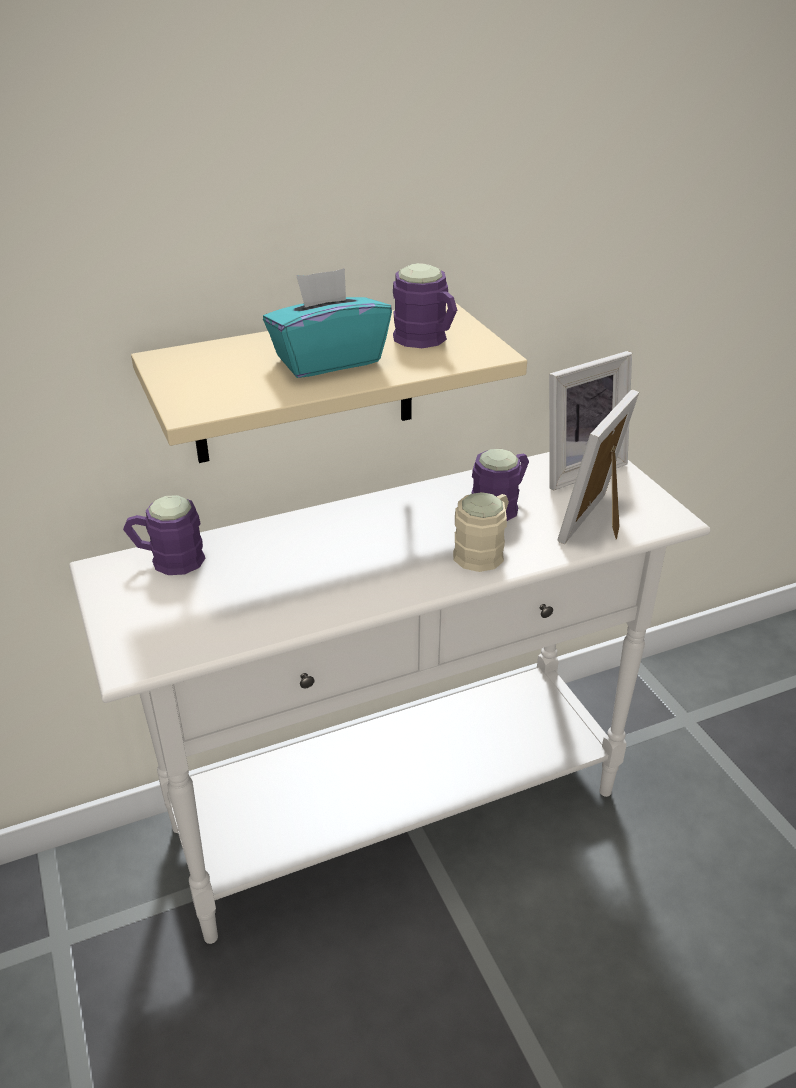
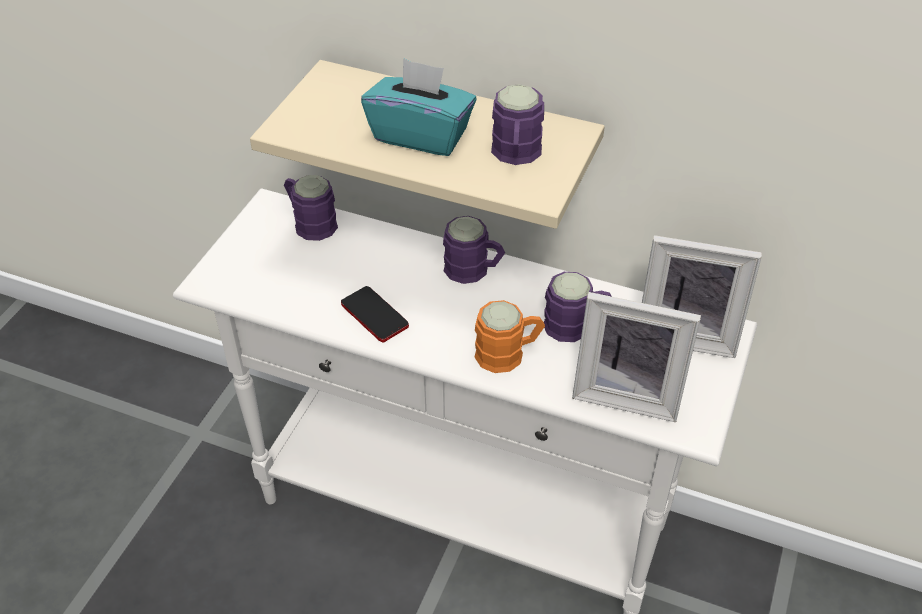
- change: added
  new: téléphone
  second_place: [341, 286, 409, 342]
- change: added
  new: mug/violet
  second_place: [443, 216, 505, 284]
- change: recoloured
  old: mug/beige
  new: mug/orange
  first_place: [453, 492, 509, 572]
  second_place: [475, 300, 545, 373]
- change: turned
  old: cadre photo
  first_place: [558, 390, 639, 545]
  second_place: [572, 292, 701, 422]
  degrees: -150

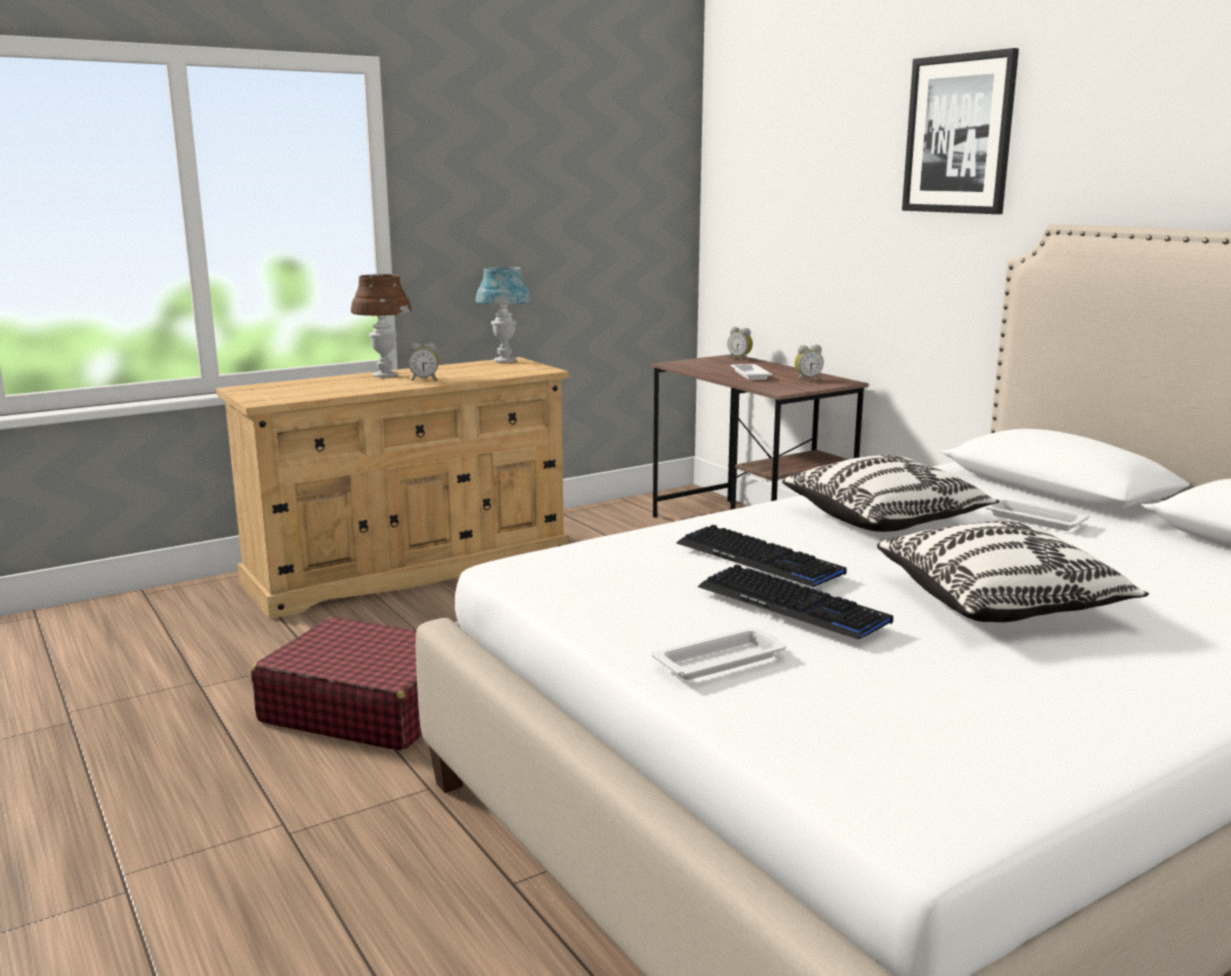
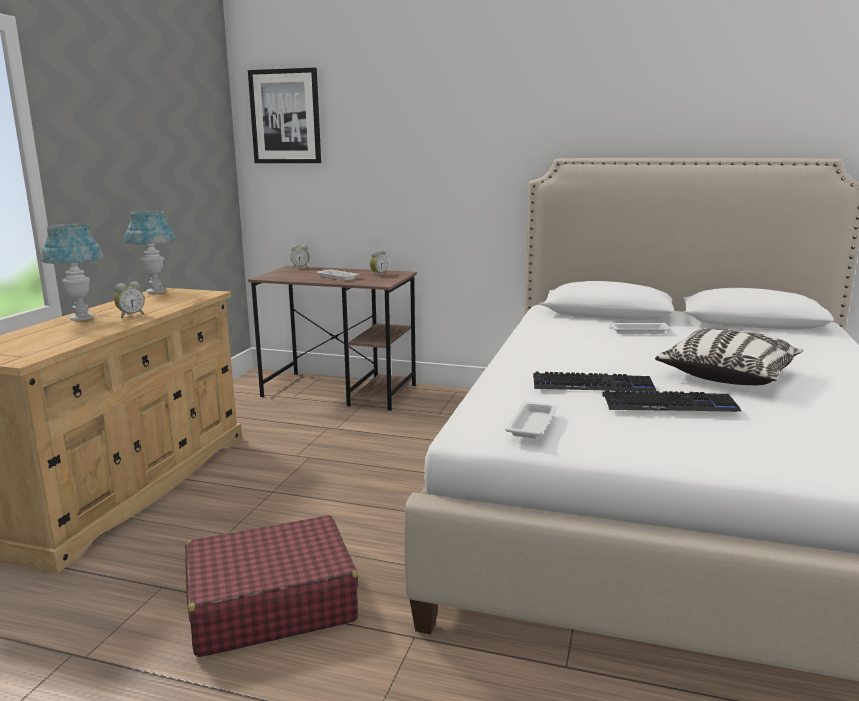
- change: recoloured
  old: lampe de table/marron
  new: lampe de table/bleu
  first_place: [351, 274, 412, 378]
  second_place: [41, 224, 103, 321]
- change: moved
  old: tableau
  first_place: [902, 48, 1019, 214]
  second_place: [248, 67, 321, 163]
- change: moved
  old: plateau/blanc
  first_place: [652, 627, 786, 680]
  second_place: [505, 402, 557, 439]
- change: removed
  old: coussin
  first_place: [782, 454, 999, 532]

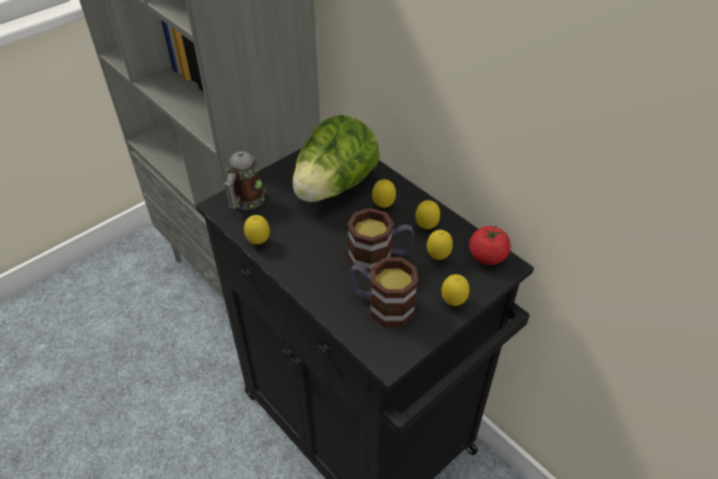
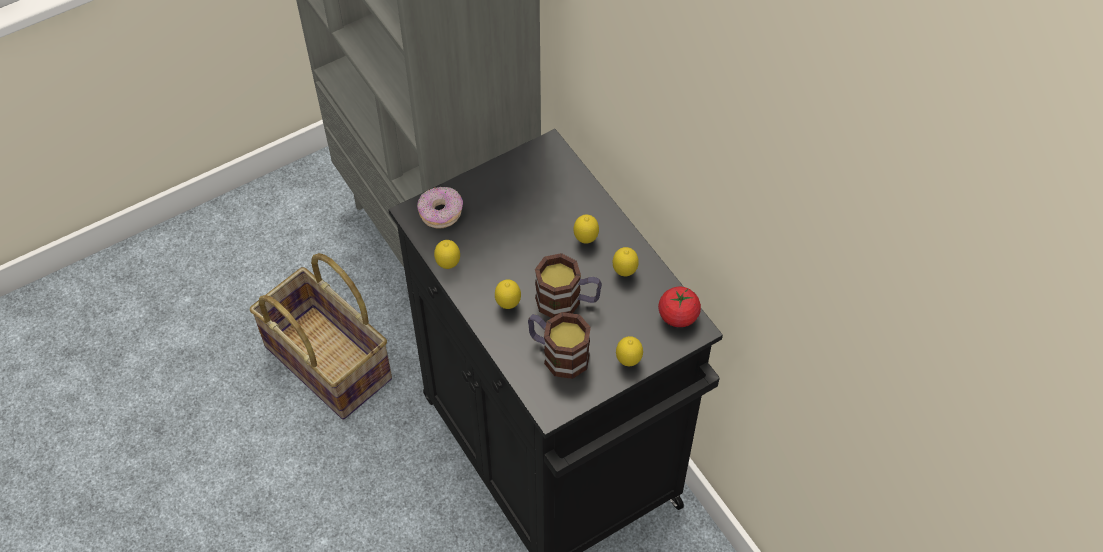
- change: added
  new: panier
  second_place: [250, 253, 392, 419]
- change: replaced
  old: mug
  new: beignet
  first_place: [224, 151, 266, 210]
  second_place: [417, 187, 463, 229]
- change: moved
  old: citron
  first_place: [427, 230, 453, 260]
  second_place: [495, 279, 521, 309]
- change: removed
  old: laitue
  first_place: [292, 115, 380, 202]

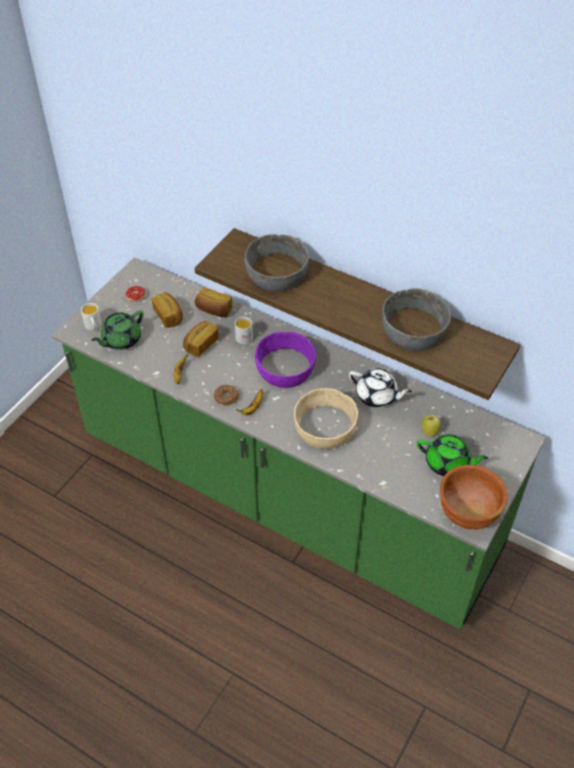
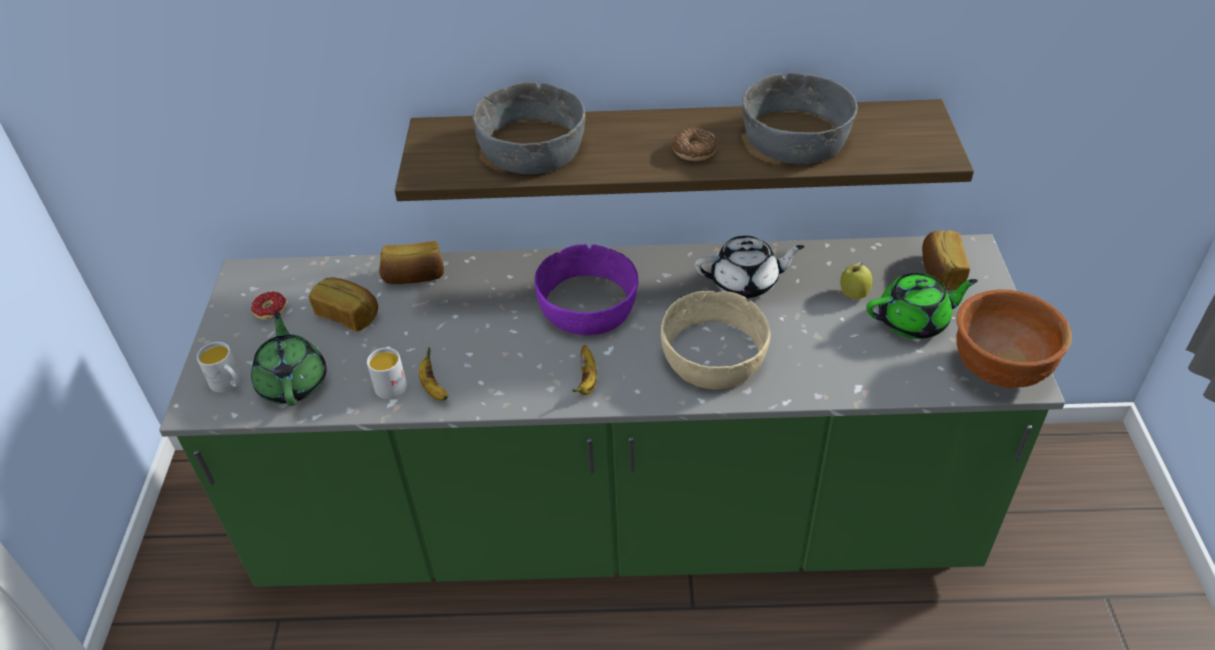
- change: turned
  old: théière/vert
  first_place: [92, 311, 144, 350]
  second_place: [251, 312, 327, 406]
  degrees: 150
- change: moved
  old: mug/blanc
  first_place: [235, 317, 253, 344]
  second_place: [367, 347, 407, 399]
- change: moved
  old: beignet
  first_place: [214, 385, 239, 406]
  second_place: [672, 128, 718, 161]
- change: moved
  old: pain
  first_place: [183, 321, 219, 357]
  second_place: [922, 230, 970, 290]

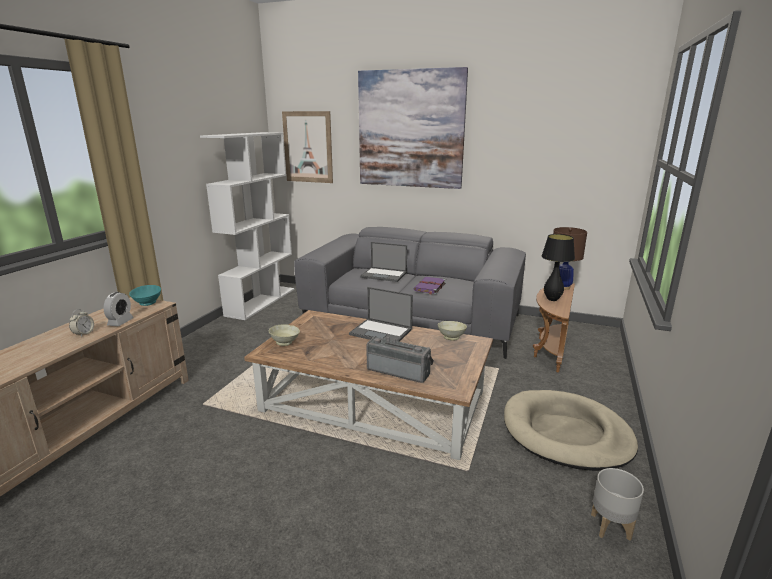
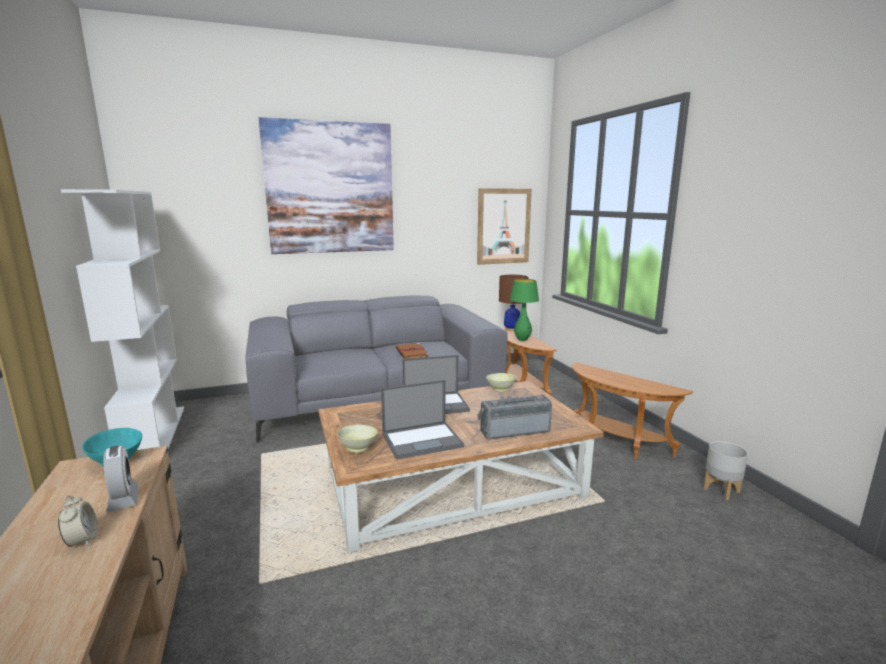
- change: moved
  old: ordinateur portable
  first_place: [360, 242, 407, 282]
  second_place: [381, 380, 464, 460]
- change: recoloured
  old: livre/violet
  new: livre/marron
  first_place: [413, 277, 446, 295]
  second_place: [396, 343, 429, 359]
- change: moved
  old: tableau
  first_place: [282, 111, 333, 183]
  second_place: [477, 188, 532, 265]
- change: recoloured
  old: lampe de table/noir
  new: lampe de table/vert
  first_place: [541, 234, 575, 301]
  second_place: [510, 279, 539, 341]
- change: replaced
  old: panier pour chien/beige
  new: table d'appoint/marron
  first_place: [504, 390, 638, 471]
  second_place: [572, 362, 693, 459]

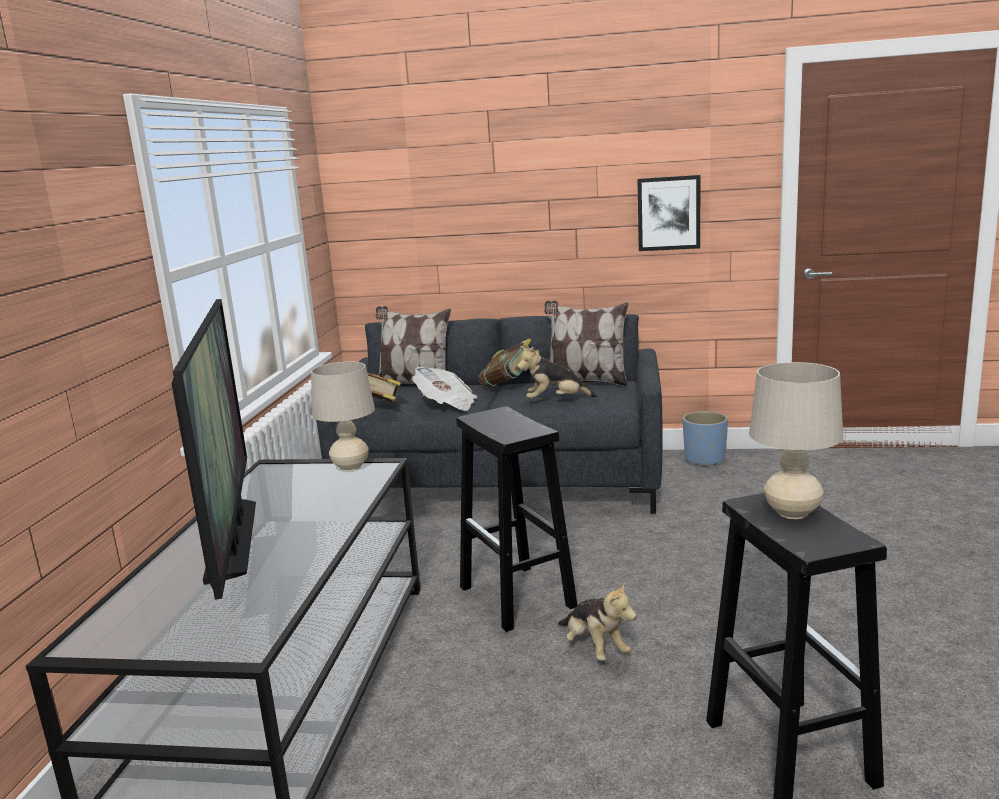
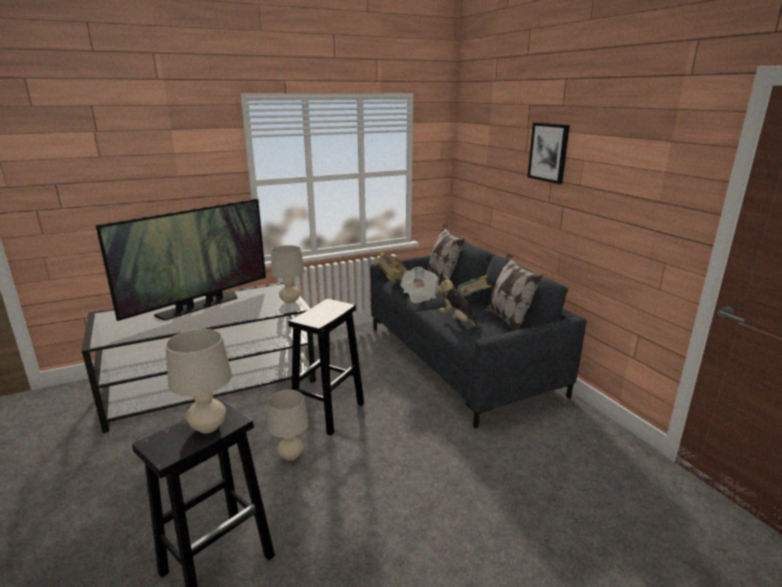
- change: replaced
  old: peluche
  new: lampe de table/beige
  first_place: [558, 581, 637, 661]
  second_place: [267, 390, 309, 461]
- change: moved
  old: tableau
  first_place: [637, 175, 700, 251]
  second_place: [528, 122, 570, 184]
- change: removed
  old: cache-pot/bleu
  first_place: [683, 411, 728, 465]

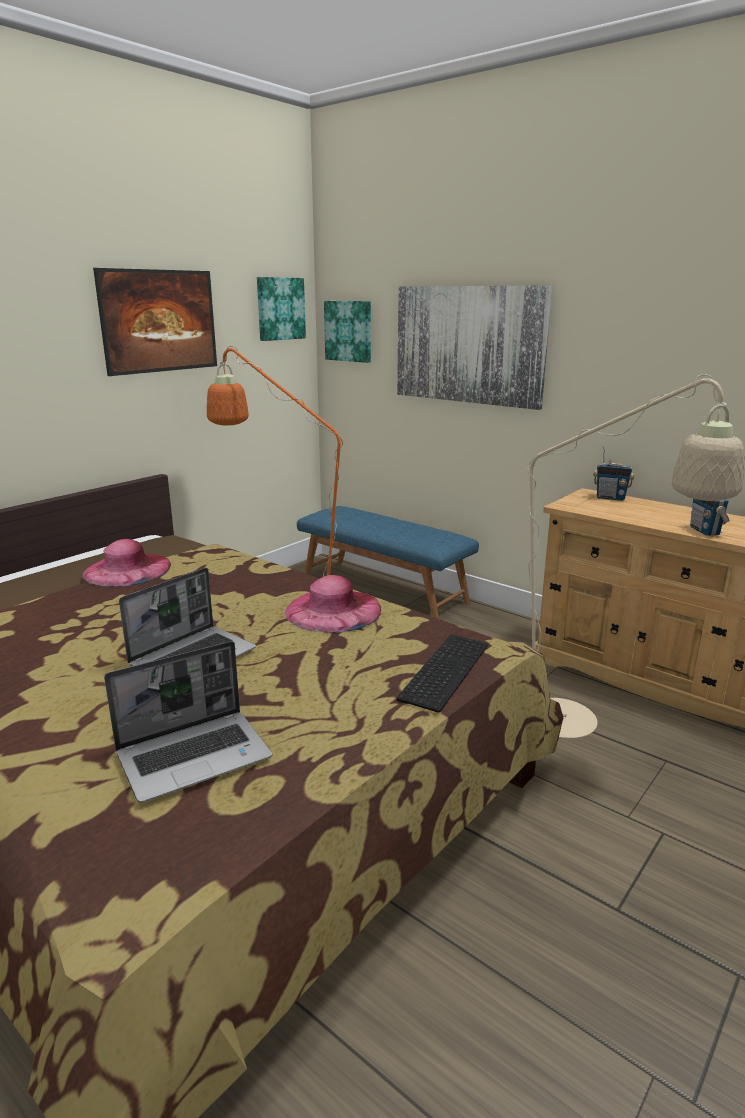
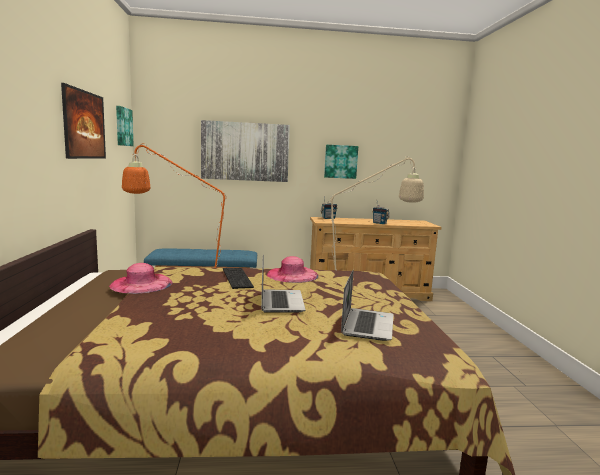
- change: moved
  old: clavier
  first_place: [396, 634, 488, 713]
  second_place: [223, 268, 254, 289]
- change: moved
  old: tableau
  first_place: [324, 301, 371, 363]
  second_place: [324, 145, 358, 179]

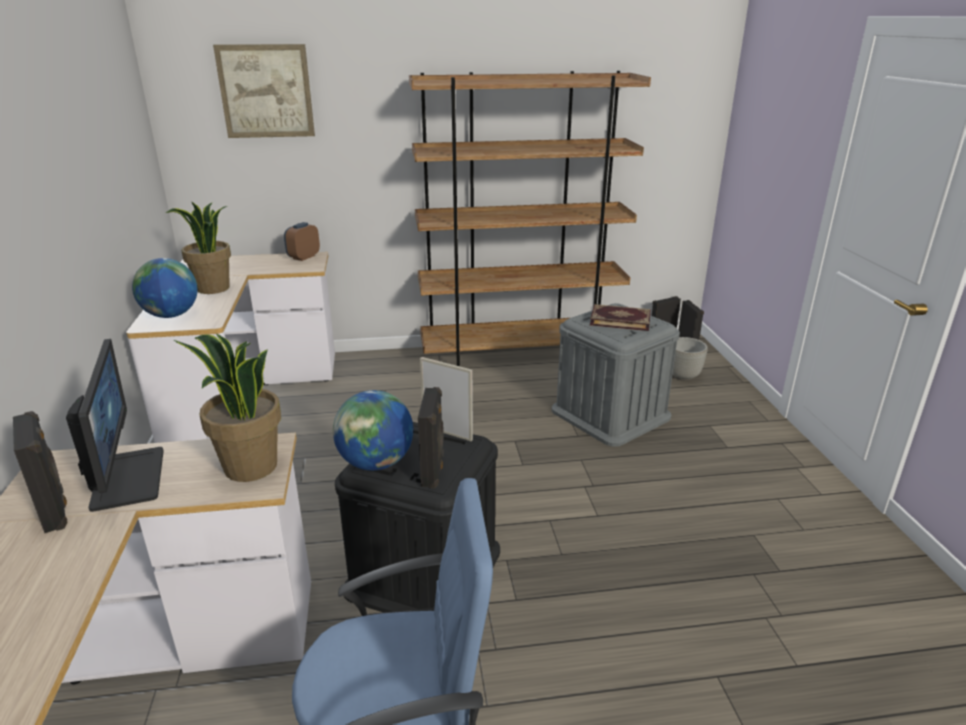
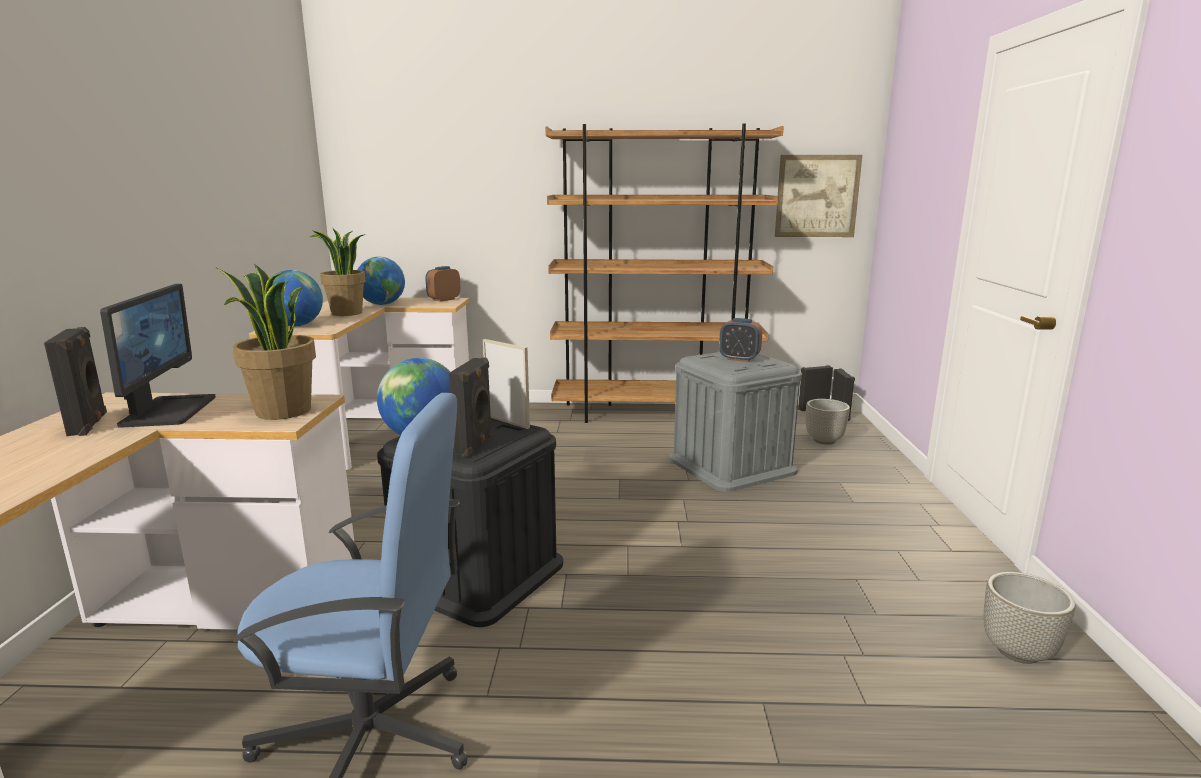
- change: added
  new: globe
  second_place: [358, 257, 405, 305]
- change: replaced
  old: livre
  new: réveil
  first_place: [590, 304, 651, 331]
  second_place: [719, 318, 762, 362]
- change: moved
  old: tableau
  first_place: [213, 44, 315, 138]
  second_place: [775, 155, 862, 237]
- change: added
  new: cache-pot/gris
  second_place: [984, 572, 1075, 664]

